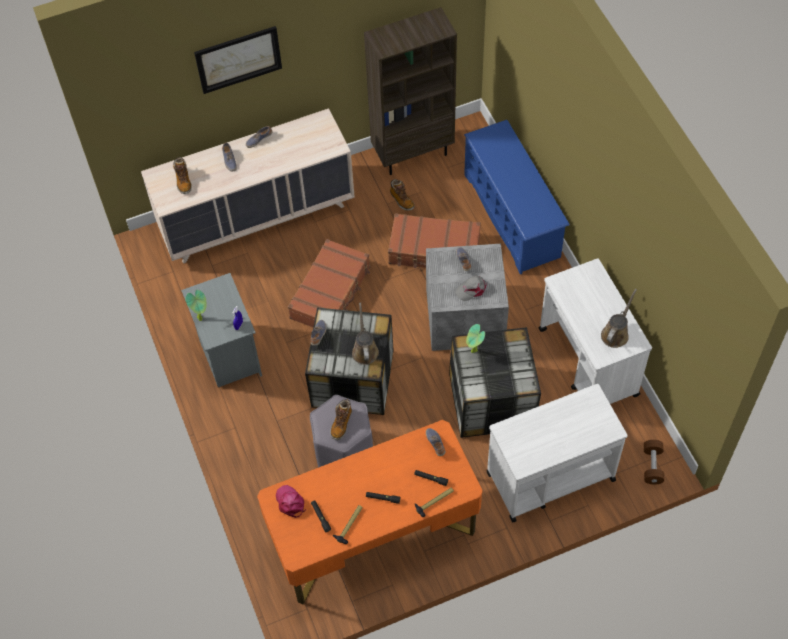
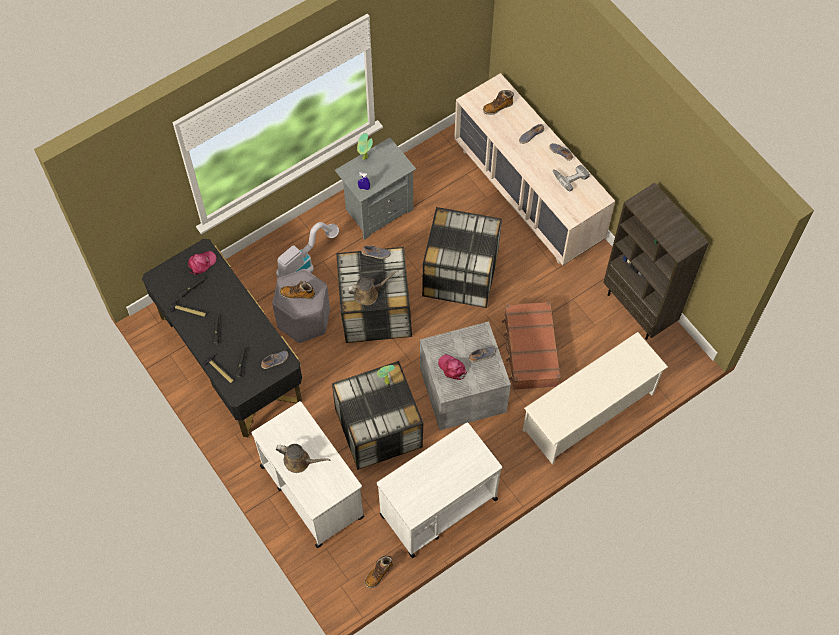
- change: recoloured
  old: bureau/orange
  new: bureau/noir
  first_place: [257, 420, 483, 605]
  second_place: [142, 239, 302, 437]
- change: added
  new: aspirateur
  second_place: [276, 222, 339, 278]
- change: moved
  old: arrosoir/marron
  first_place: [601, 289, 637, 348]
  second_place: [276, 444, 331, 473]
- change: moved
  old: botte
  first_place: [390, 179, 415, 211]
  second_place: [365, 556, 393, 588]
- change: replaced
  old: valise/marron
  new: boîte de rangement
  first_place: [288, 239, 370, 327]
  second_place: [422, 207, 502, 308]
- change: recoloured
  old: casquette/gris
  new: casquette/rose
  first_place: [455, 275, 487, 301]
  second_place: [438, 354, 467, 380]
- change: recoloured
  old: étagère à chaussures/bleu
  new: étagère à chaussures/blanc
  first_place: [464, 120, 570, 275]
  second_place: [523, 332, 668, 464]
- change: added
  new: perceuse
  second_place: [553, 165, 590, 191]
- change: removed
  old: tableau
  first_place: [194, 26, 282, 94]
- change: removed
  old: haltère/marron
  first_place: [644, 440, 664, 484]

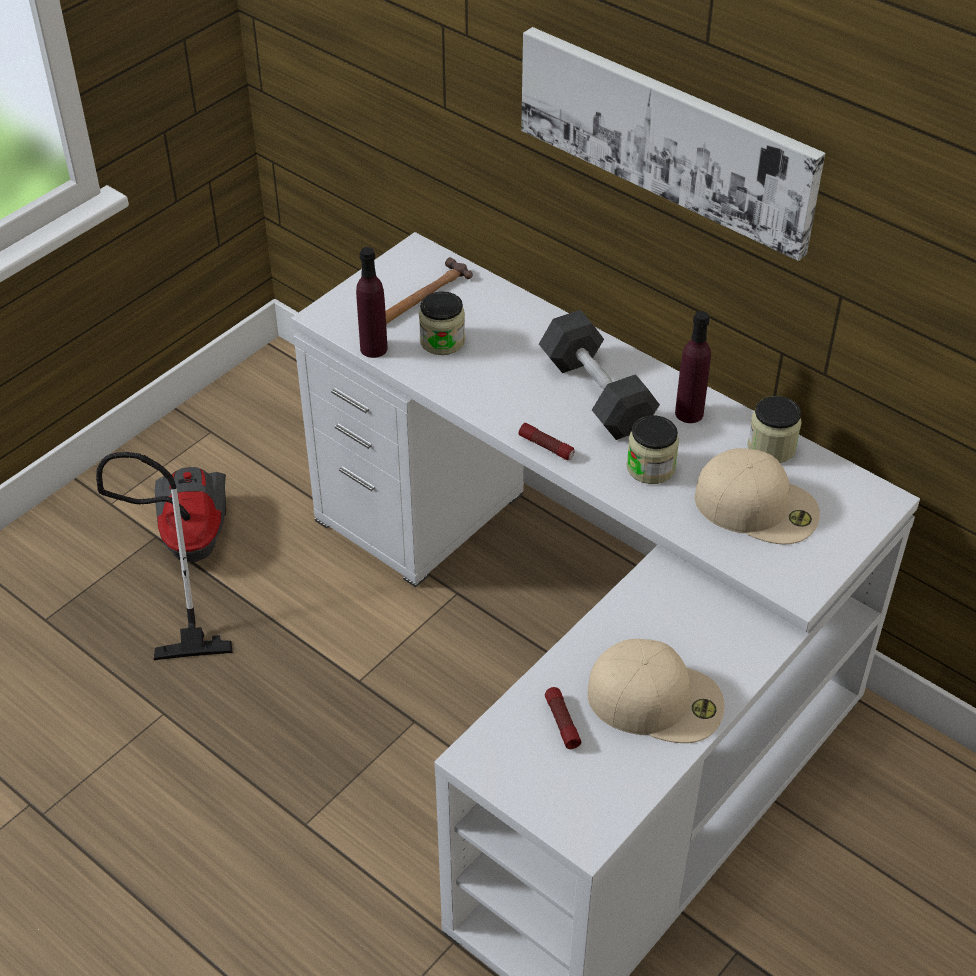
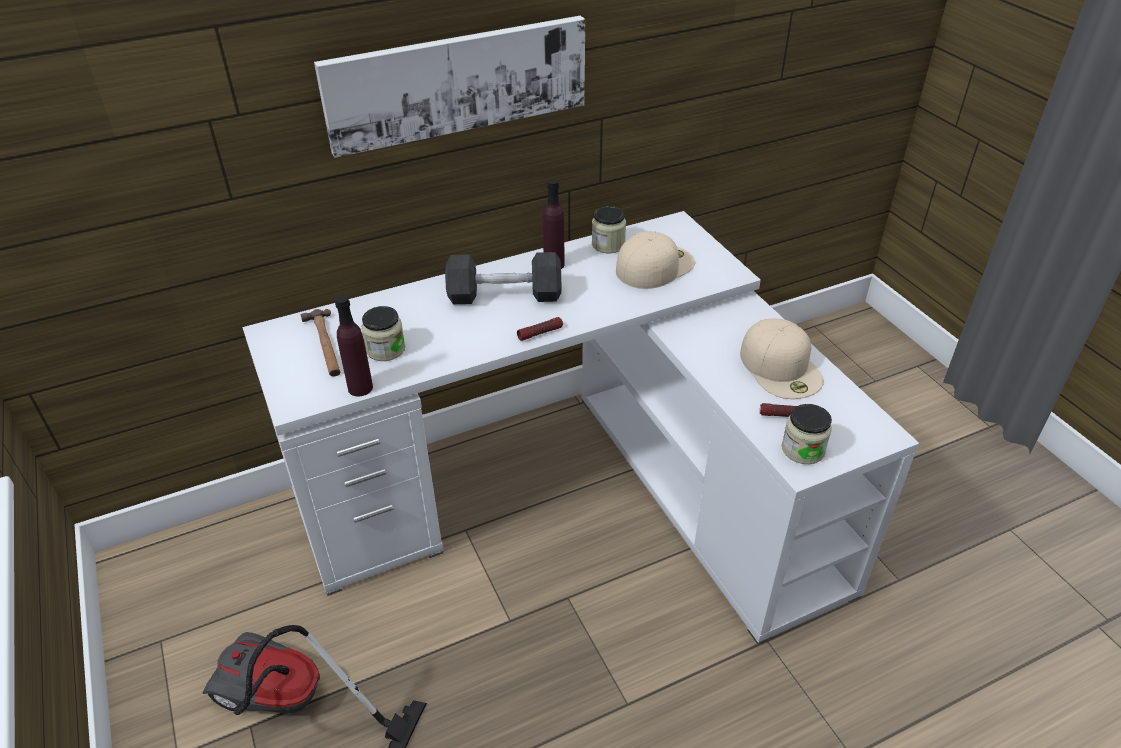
- change: turned
  old: casquette/beige
  first_place: [588, 639, 724, 743]
  second_place: [740, 318, 824, 399]
  degrees: 120
- change: moved
  old: bocal
  first_place: [627, 415, 679, 484]
  second_place: [782, 404, 832, 464]

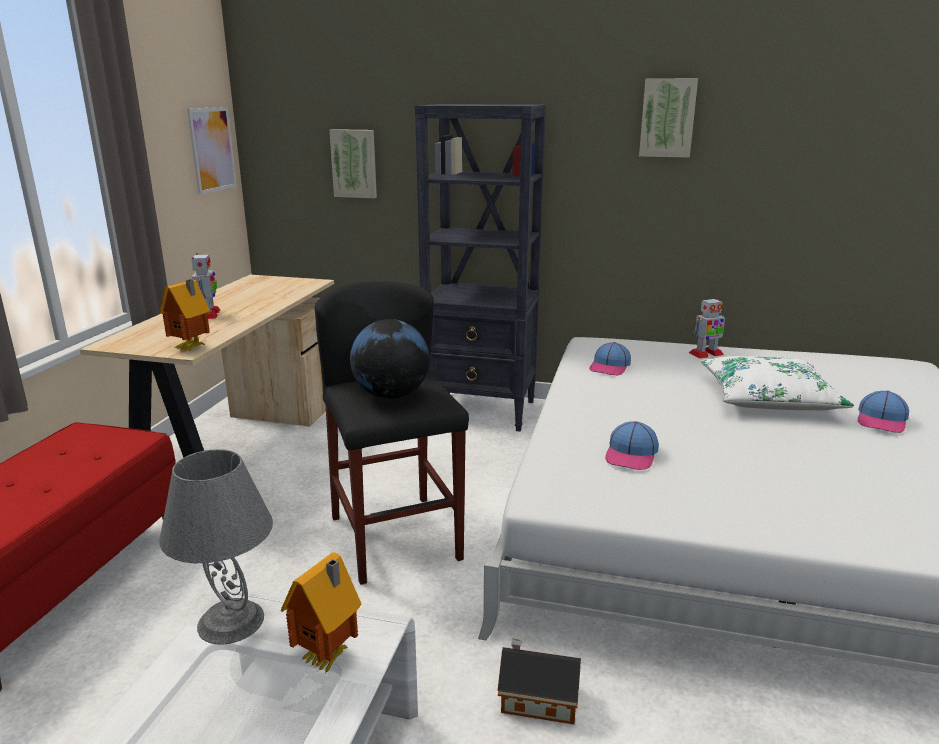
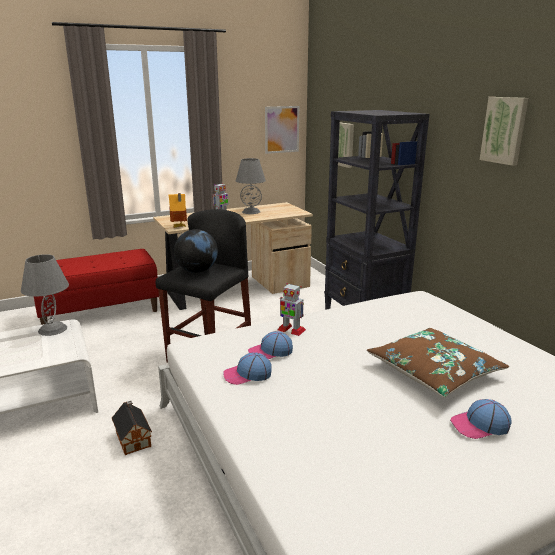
- change: moved
  old: casquette
  first_place: [589, 342, 631, 375]
  second_place: [223, 352, 272, 385]
- change: added
  new: lampe de table/gris
  second_place: [236, 158, 266, 214]
- change: moved
  old: robot jouet
  first_place: [689, 298, 725, 359]
  second_place: [278, 283, 306, 336]
- change: recoloured
  old: coussin/blanc
  new: coussin/marron
  first_place: [701, 356, 854, 410]
  second_place: [367, 328, 509, 397]
- change: removed
  old: maison miniature
  first_place: [280, 552, 362, 673]

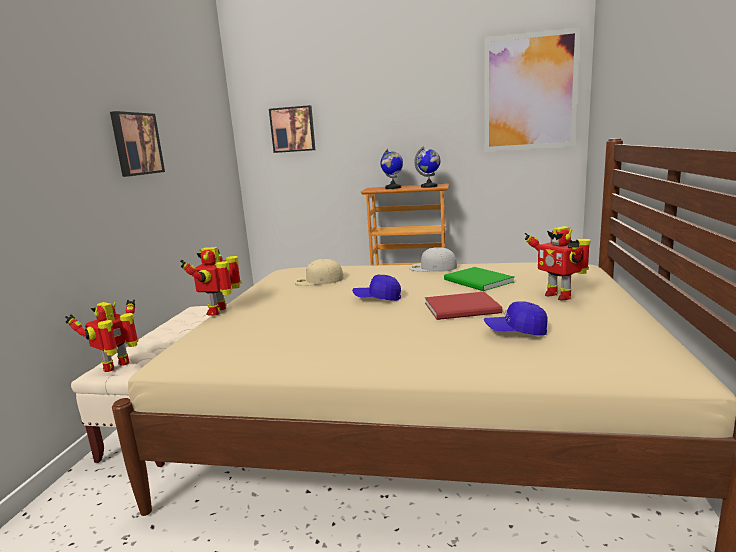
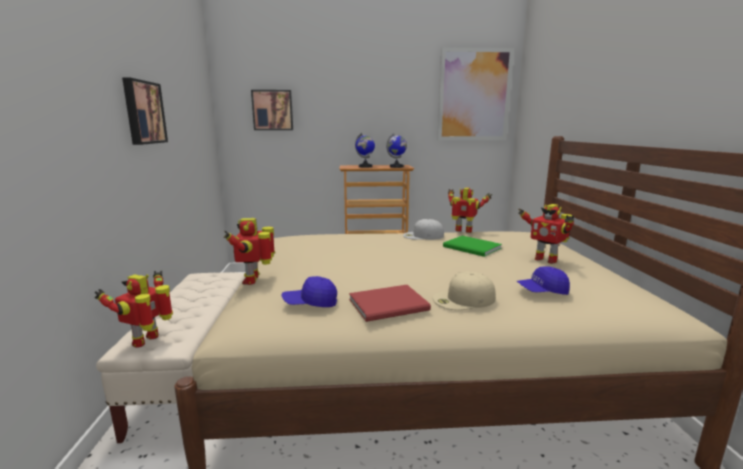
- change: moved
  old: casquette/bleu
  first_place: [352, 275, 401, 301]
  second_place: [282, 276, 337, 307]
- change: moved
  old: livre/rouge
  first_place: [425, 292, 502, 320]
  second_place: [349, 285, 431, 322]
- change: moved
  old: casquette/beige
  first_place: [294, 259, 343, 286]
  second_place: [433, 271, 496, 310]
- change: added
  new: robot jouet
  second_place: [448, 188, 492, 233]

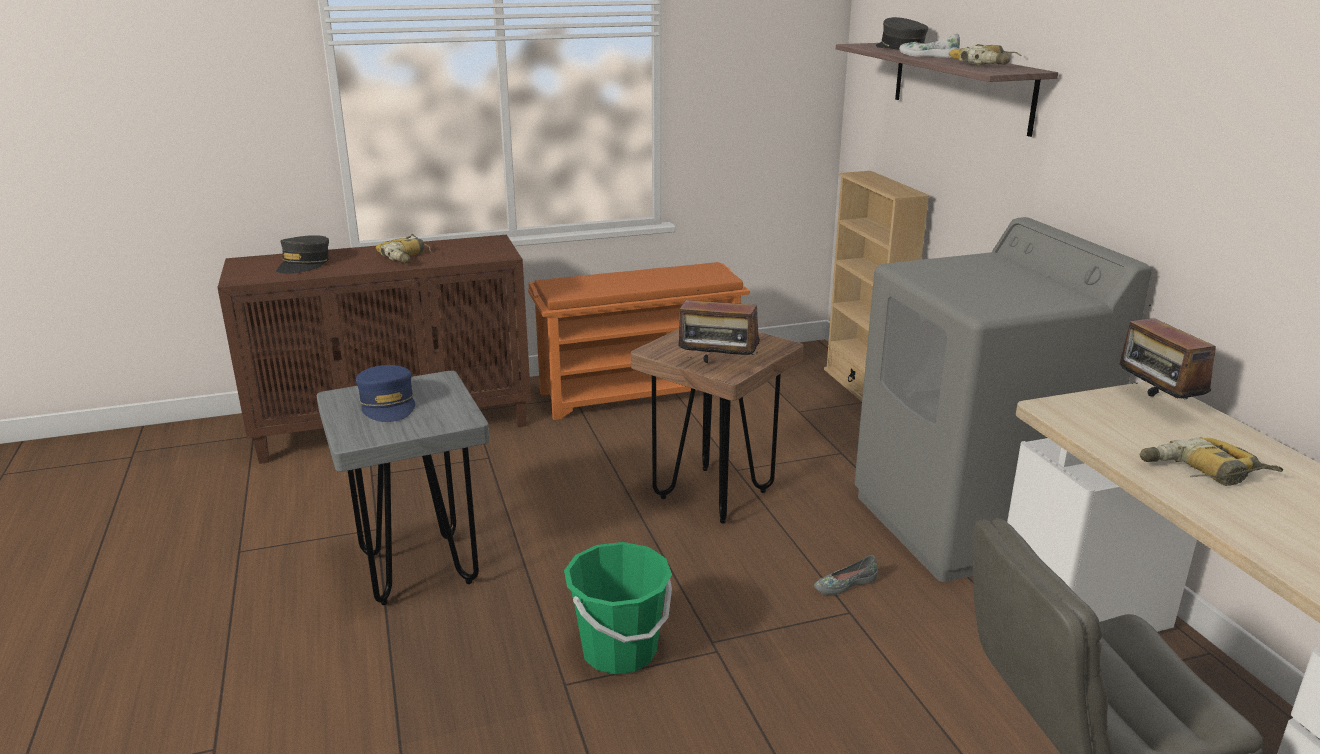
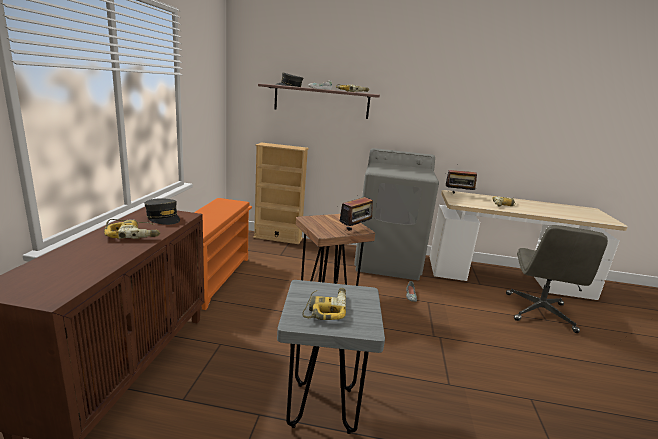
- change: moved
  old: casquette/gris
  first_place: [276, 235, 329, 274]
  second_place: [144, 198, 180, 225]
- change: replaced
  old: casquette/bleu
  new: perceuse
  first_place: [356, 365, 415, 422]
  second_place: [302, 288, 346, 320]
- change: removed
  old: seau/vert
  first_place: [564, 542, 672, 674]

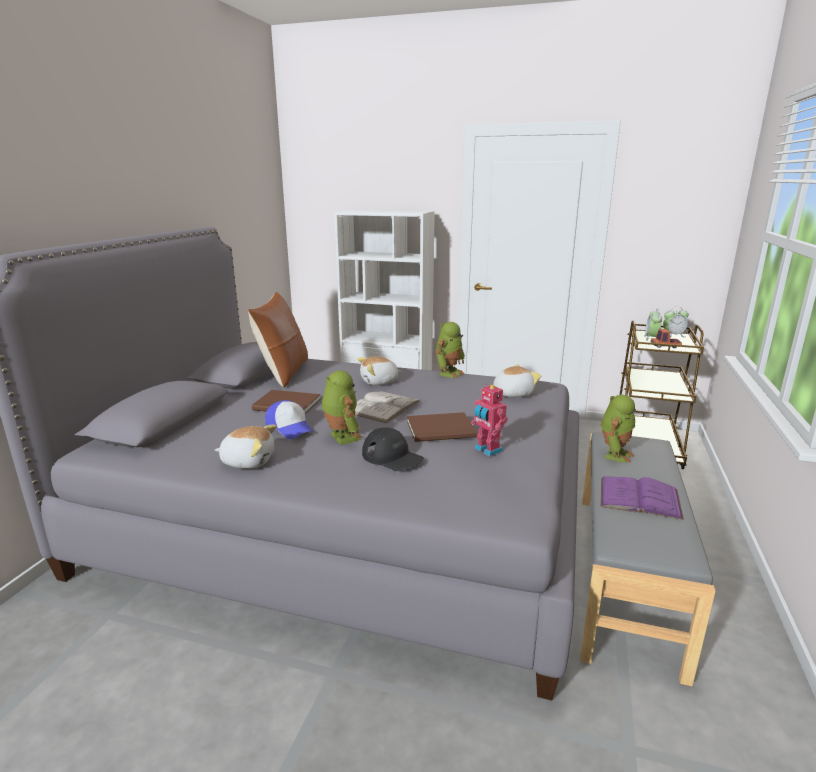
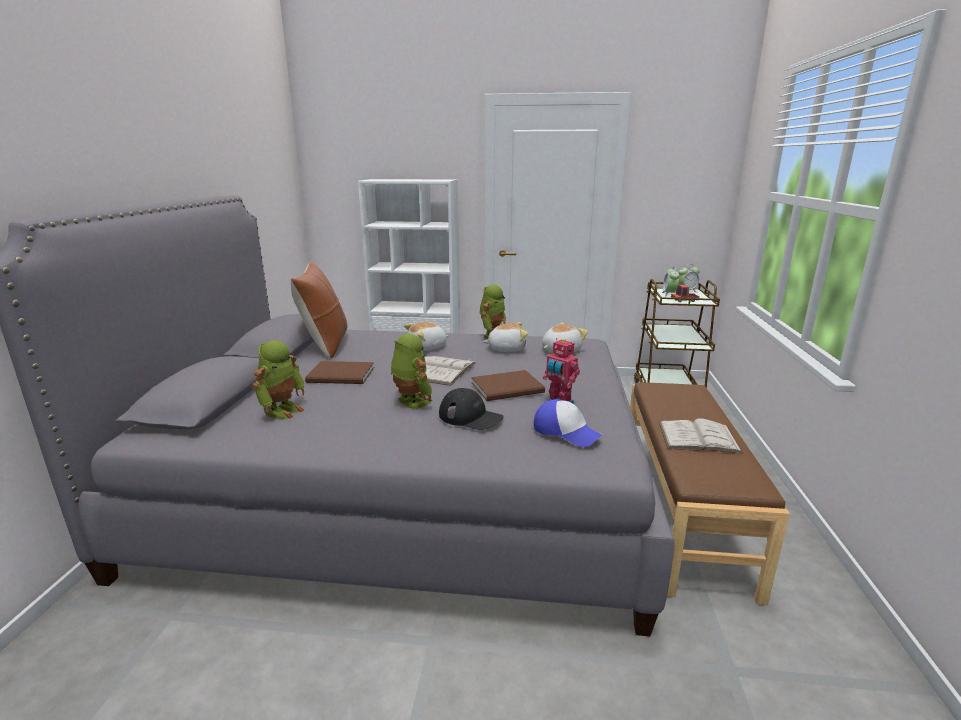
- change: moved
  old: robot jouet
  first_place: [601, 395, 636, 463]
  second_place: [252, 340, 305, 419]
- change: moved
  old: peluche
  first_place: [215, 425, 277, 469]
  second_place: [483, 322, 528, 352]
- change: moved
  old: casquette
  first_place: [265, 400, 314, 439]
  second_place: [534, 399, 602, 447]
- change: recoloured
  old: banc/gris
  new: banc/marron
  first_place: [580, 432, 715, 686]
  second_place: [630, 382, 790, 605]
- change: recoloured
  old: livre/violet
  new: livre/blanc
  first_place: [601, 476, 684, 520]
  second_place: [659, 418, 744, 454]

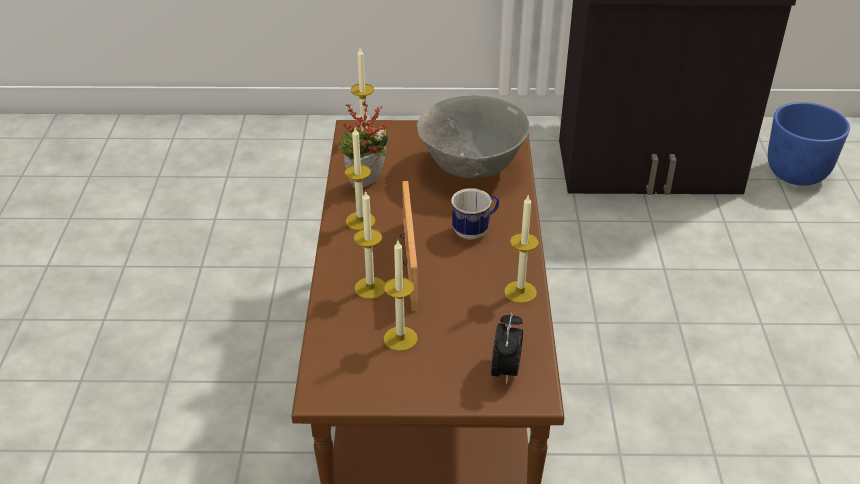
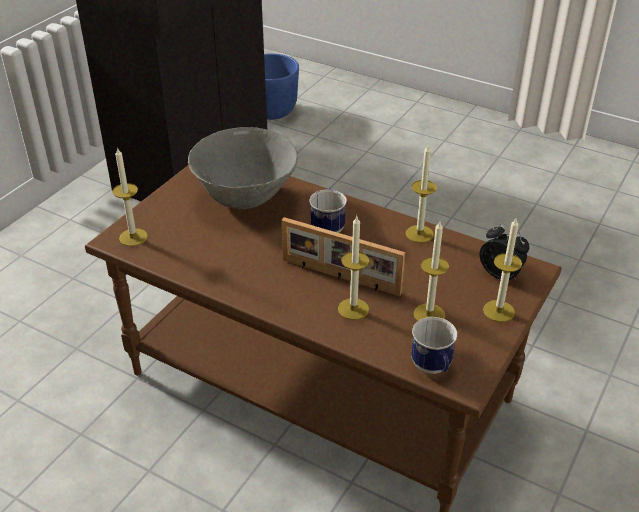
- change: added
  new: mug
  second_place: [411, 317, 457, 374]
- change: moved
  old: bougie
  first_place: [345, 128, 376, 230]
  second_place: [483, 218, 522, 322]
- change: removed
  old: plante en pot
  first_place: [338, 101, 388, 188]

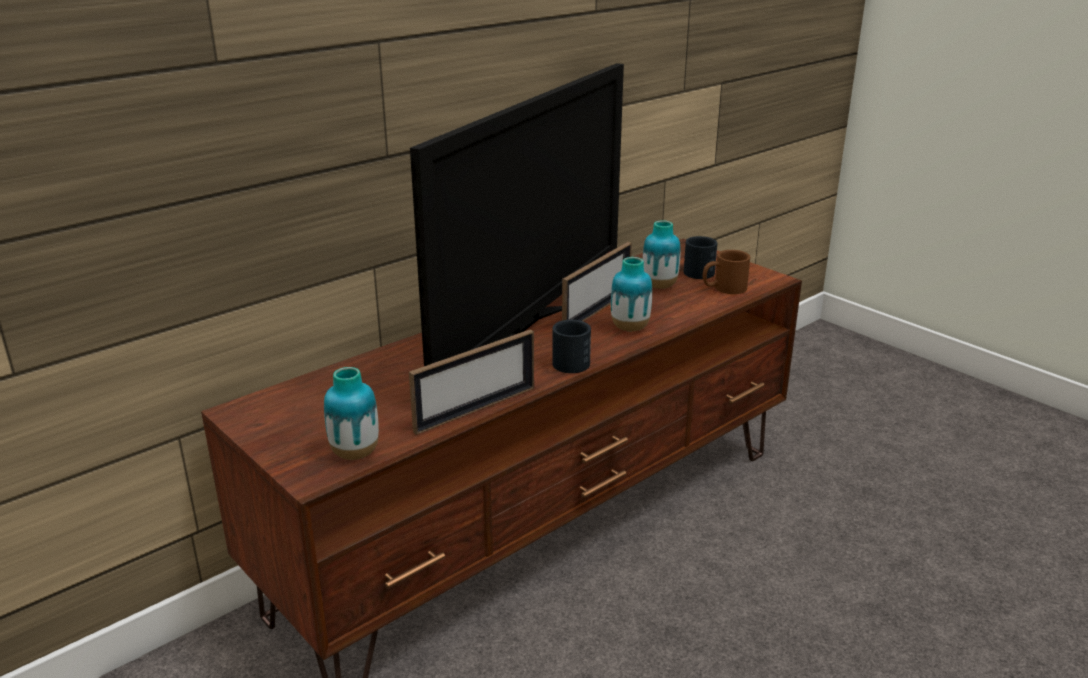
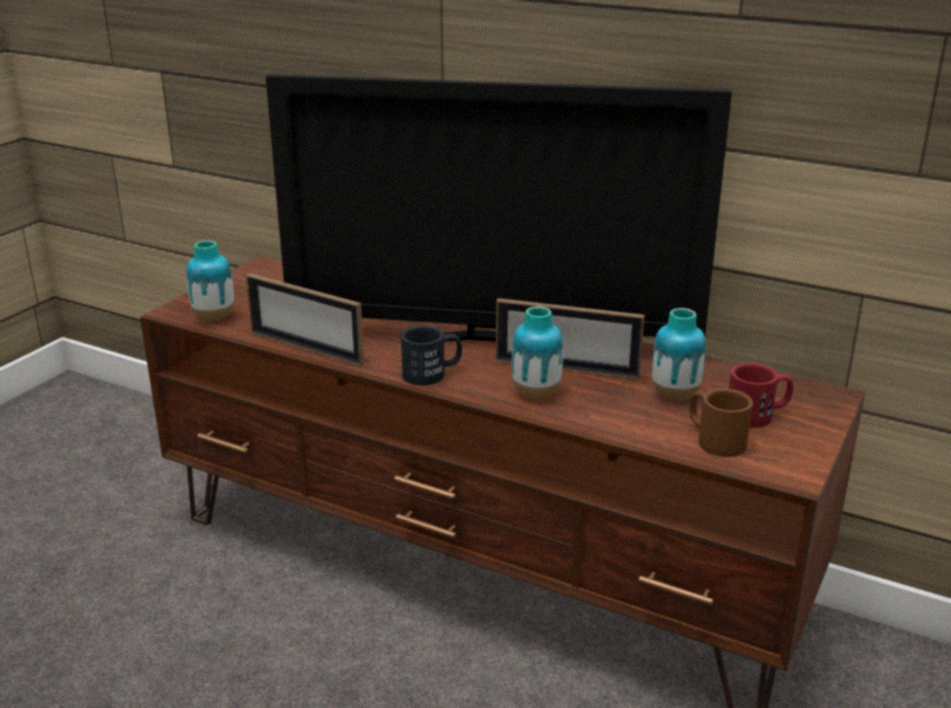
- change: recoloured
  old: mug/noir
  new: mug/rouge
  first_place: [684, 236, 718, 279]
  second_place: [729, 363, 793, 428]

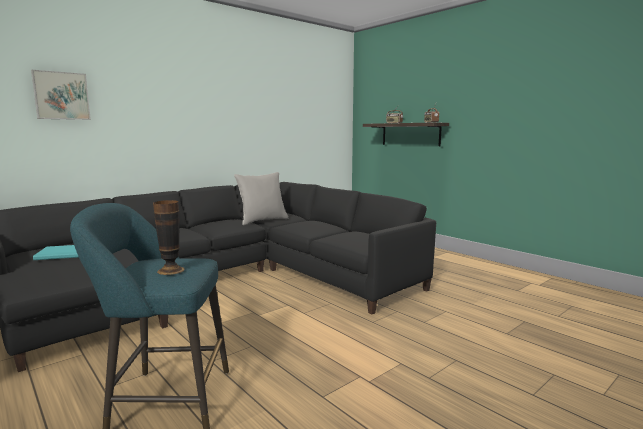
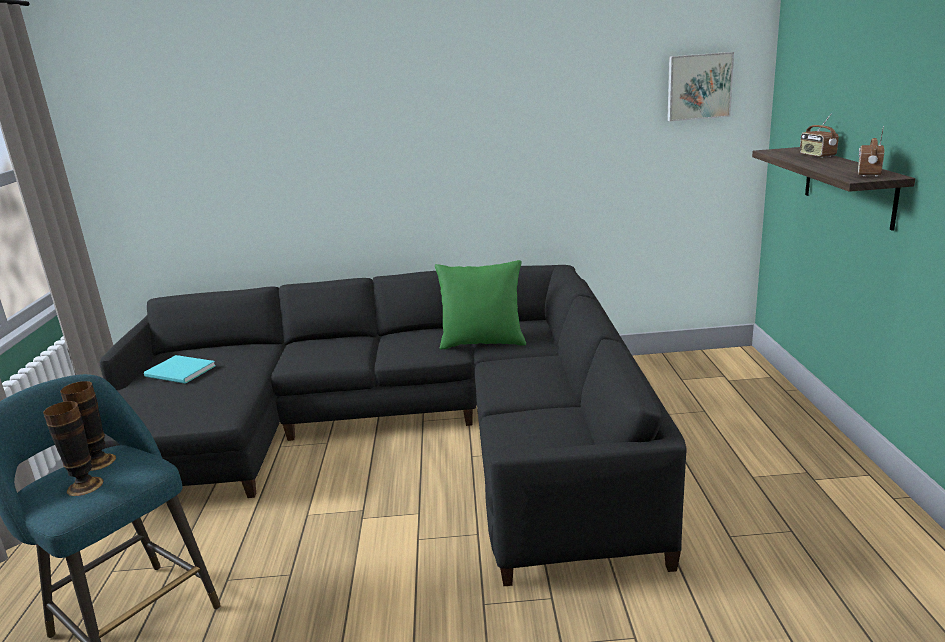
- change: added
  new: vase
  second_place: [60, 381, 116, 471]
- change: recoloured
  old: coussin/gris
  new: coussin/vert
  first_place: [234, 172, 288, 225]
  second_place: [435, 260, 526, 349]
- change: moved
  old: tableau
  first_place: [31, 70, 91, 120]
  second_place: [667, 52, 734, 121]

